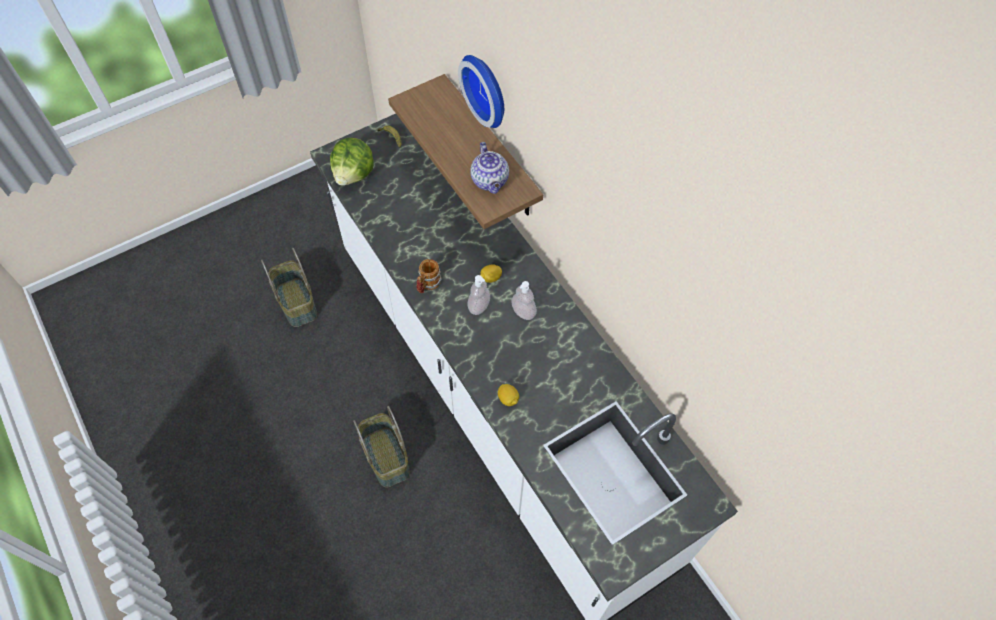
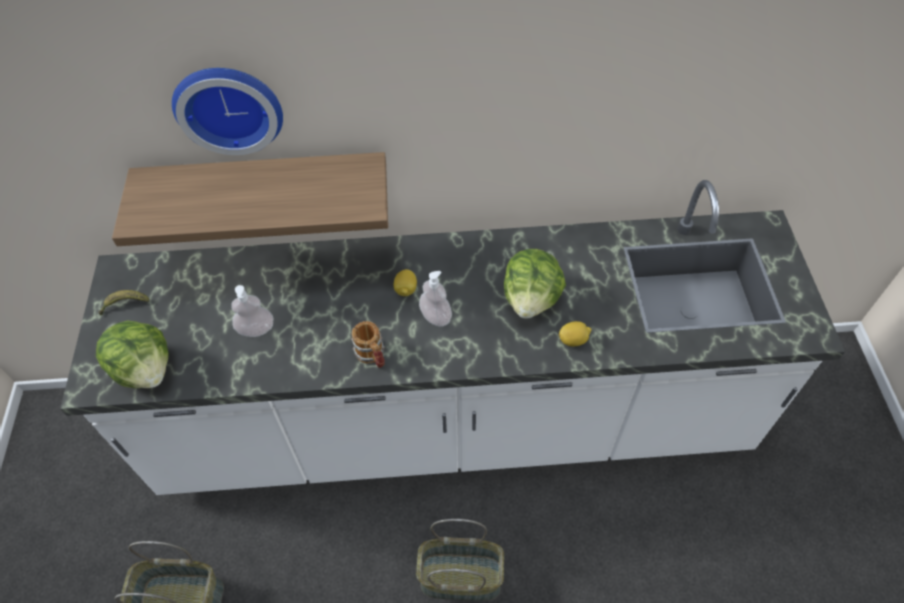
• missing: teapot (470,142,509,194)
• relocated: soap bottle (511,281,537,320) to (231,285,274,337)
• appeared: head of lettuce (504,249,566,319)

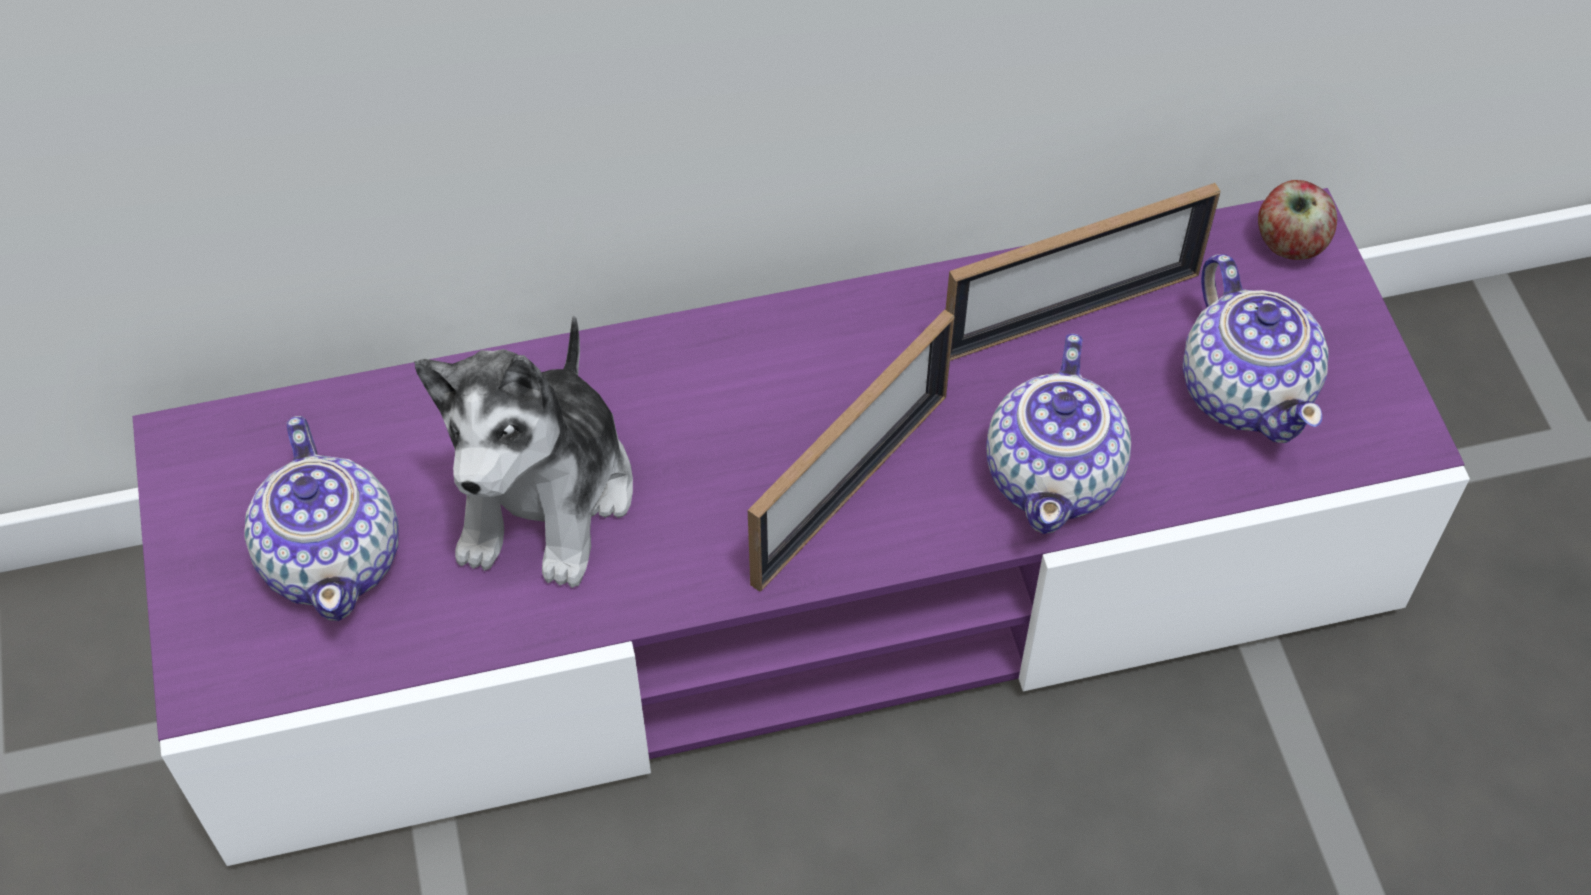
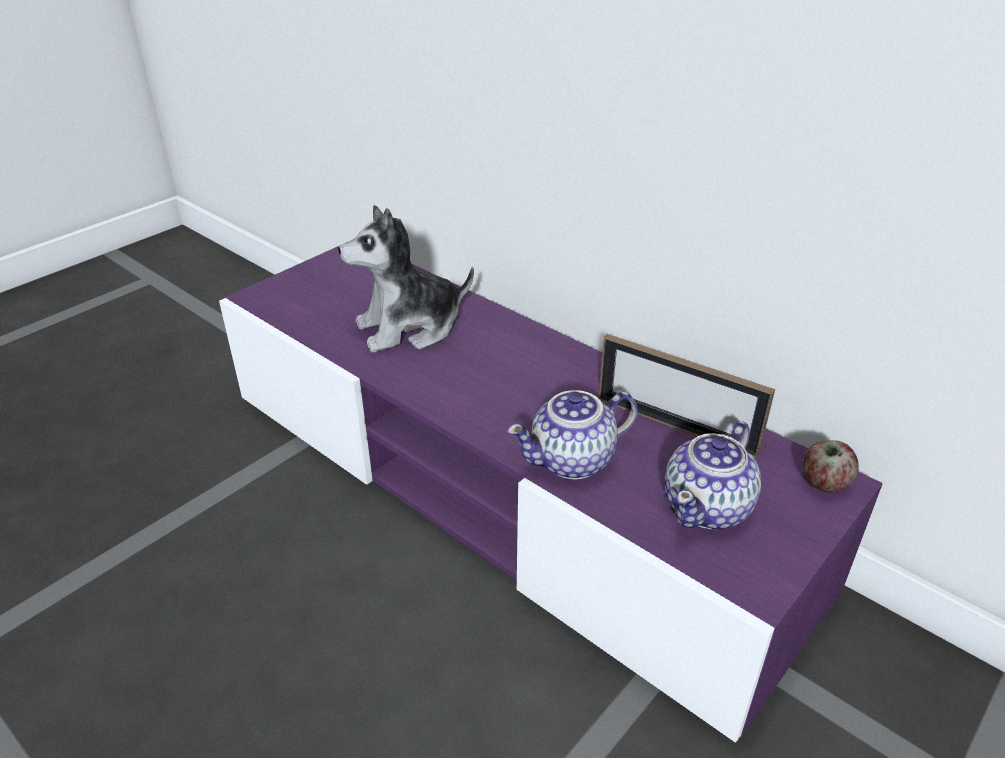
• missing: teapot (244,416,399,621)
• missing: standing frame (748,310,955,592)

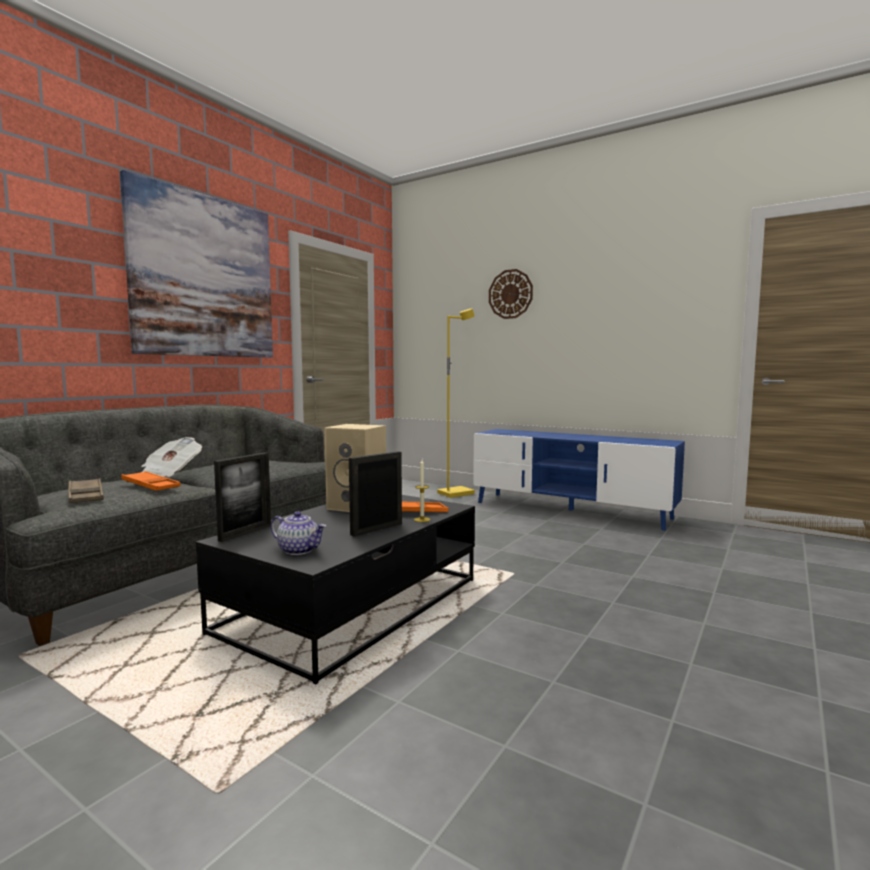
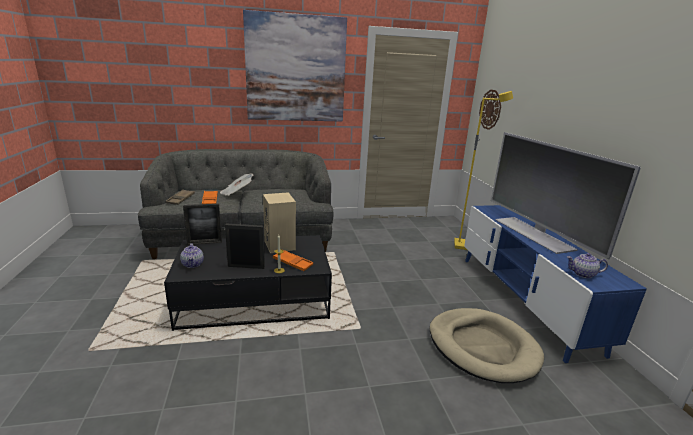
• relocated: hanging clock (489,269,533,319) to (479,90,501,130)
• appeared: dog bed/beige (429,308,544,383)
• appeared: TV (491,132,641,259)
• appeared: teapot (567,253,608,278)

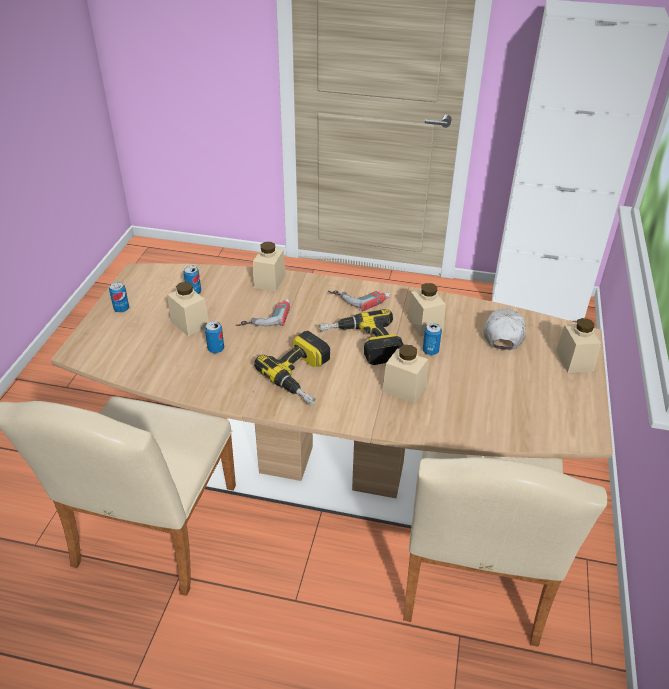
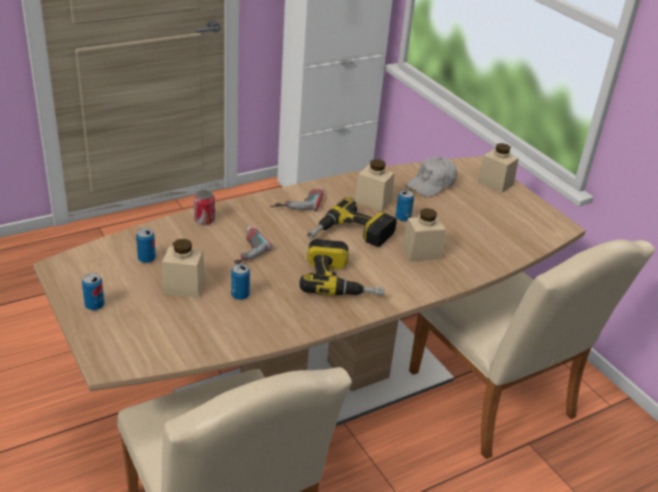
• exchanged: jar/beige (253,242,286,292) to can (194,190,215,225)
• spun: baseball cap/white-coloured (484,308,526,350) = (406,157,457,197) 105 degrees counterclockwise

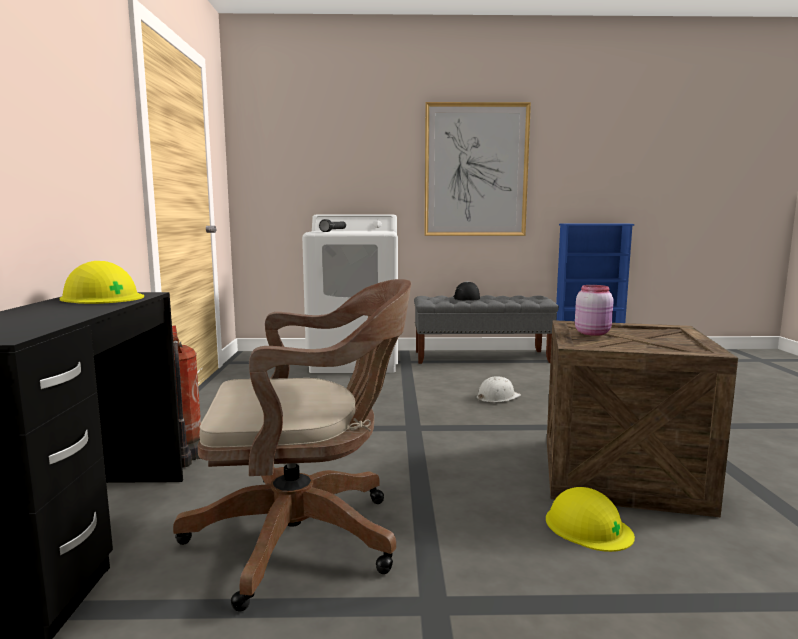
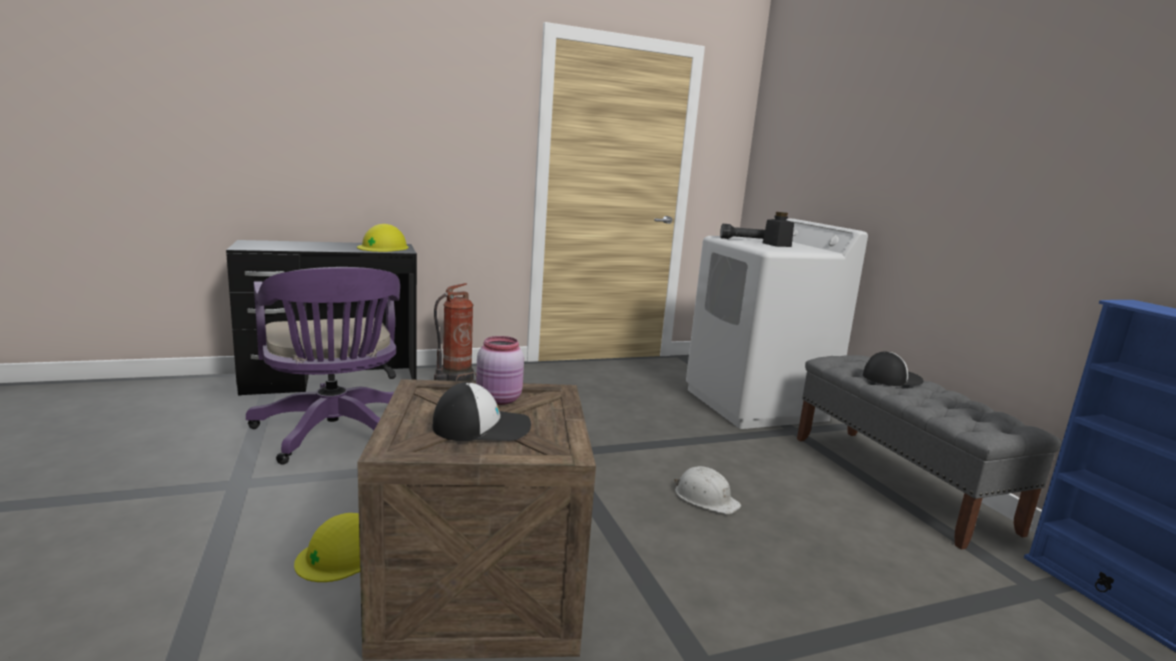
• colour: desk chair/brown-coloured (173,279,411,611) to desk chair/purple-coloured (246,267,400,464)
• missing: wall art (424,102,531,236)
• appeared: baseball cap (432,382,531,441)
• appeared: jar/black-coloured (763,212,794,247)

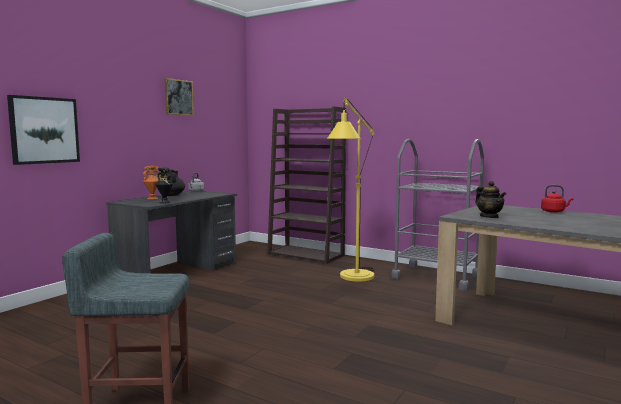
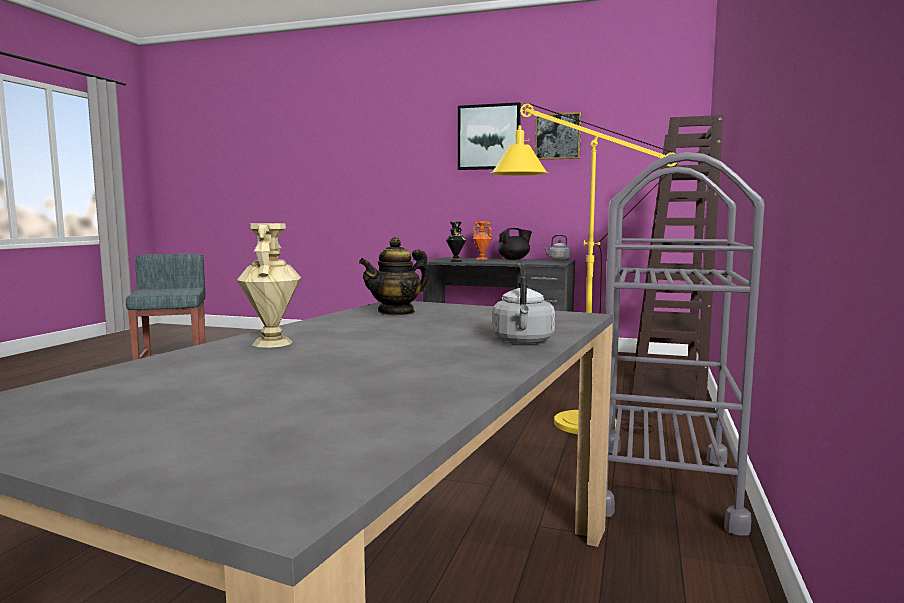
• relocated: wall art (7,95,80,165) to (458,102,521,170)
• colour: tea kettle/reddish (541,185,574,213) to tea kettle/gray (492,263,555,344)
• appeared: flower vase/beige (237,223,301,348)

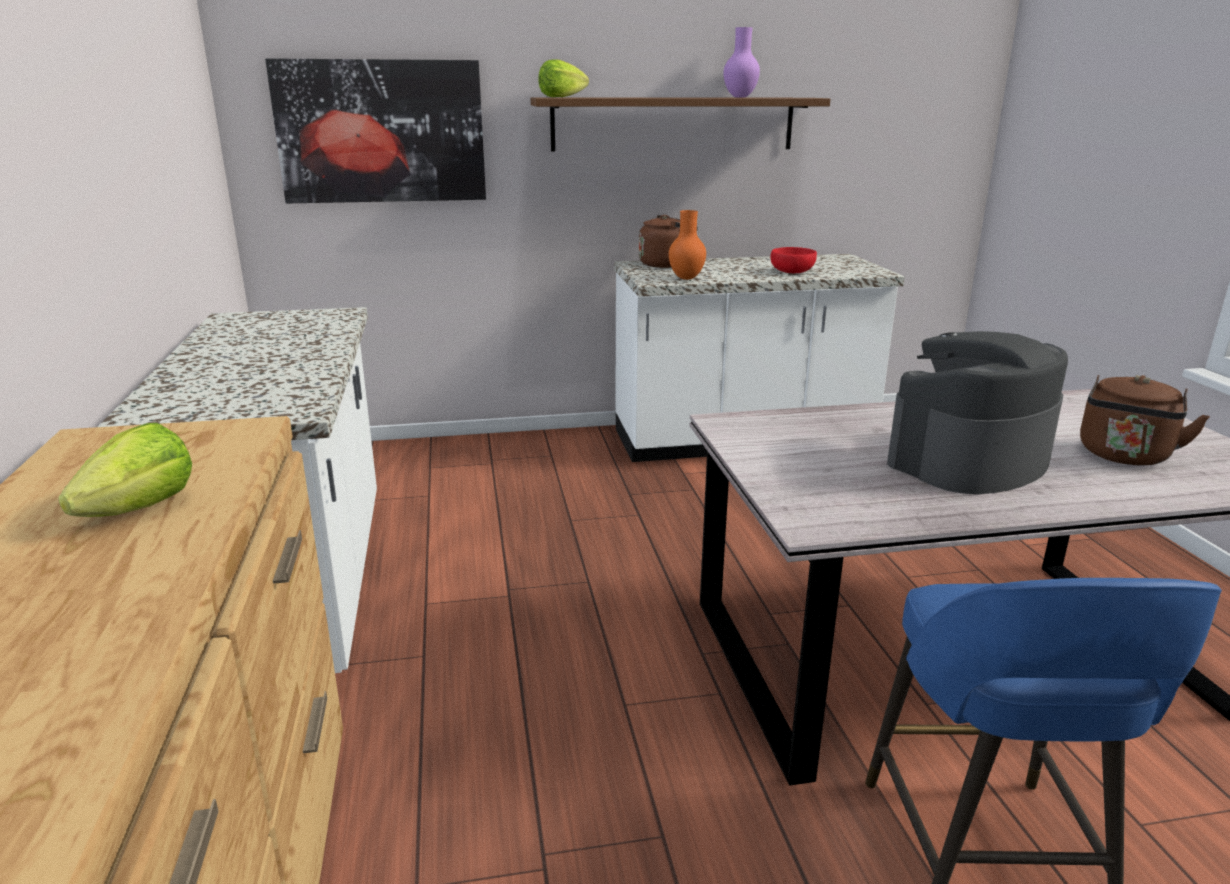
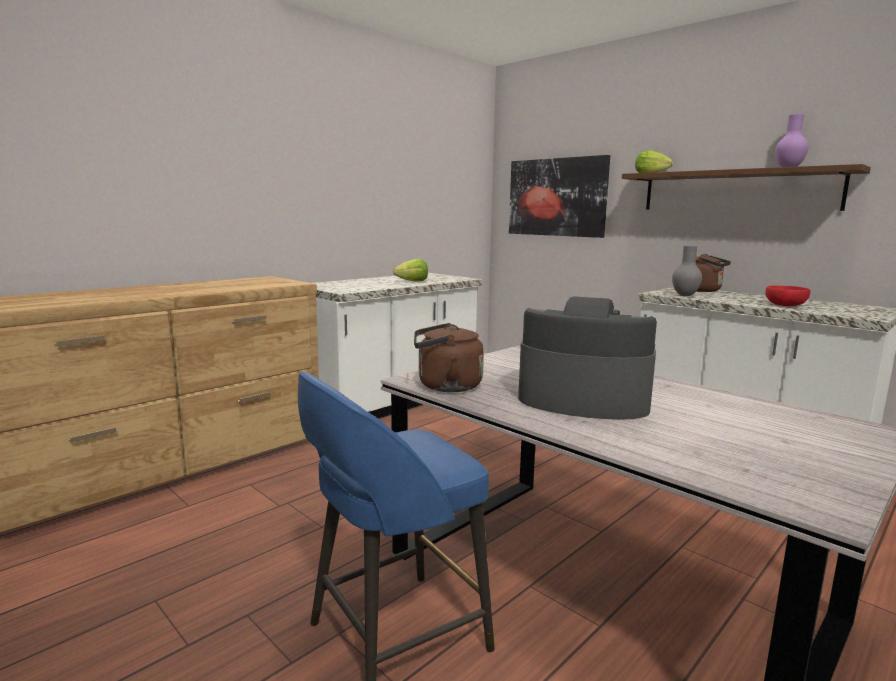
• relocated: head of lettuce (58,423,192,517) to (393,259,428,281)
• colour: flower vase/orange-coloured (669,210,706,280) to flower vase/gray (672,246,702,296)
• relocated: tea kettle/brown-coloured (1080,375,1210,466) to (414,323,484,392)

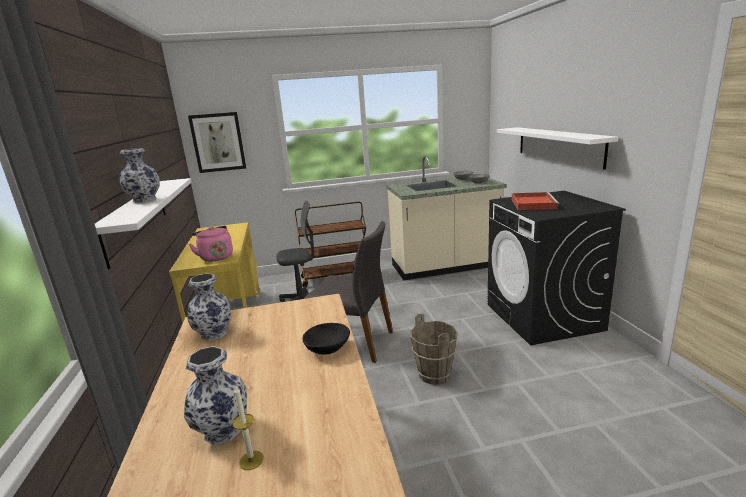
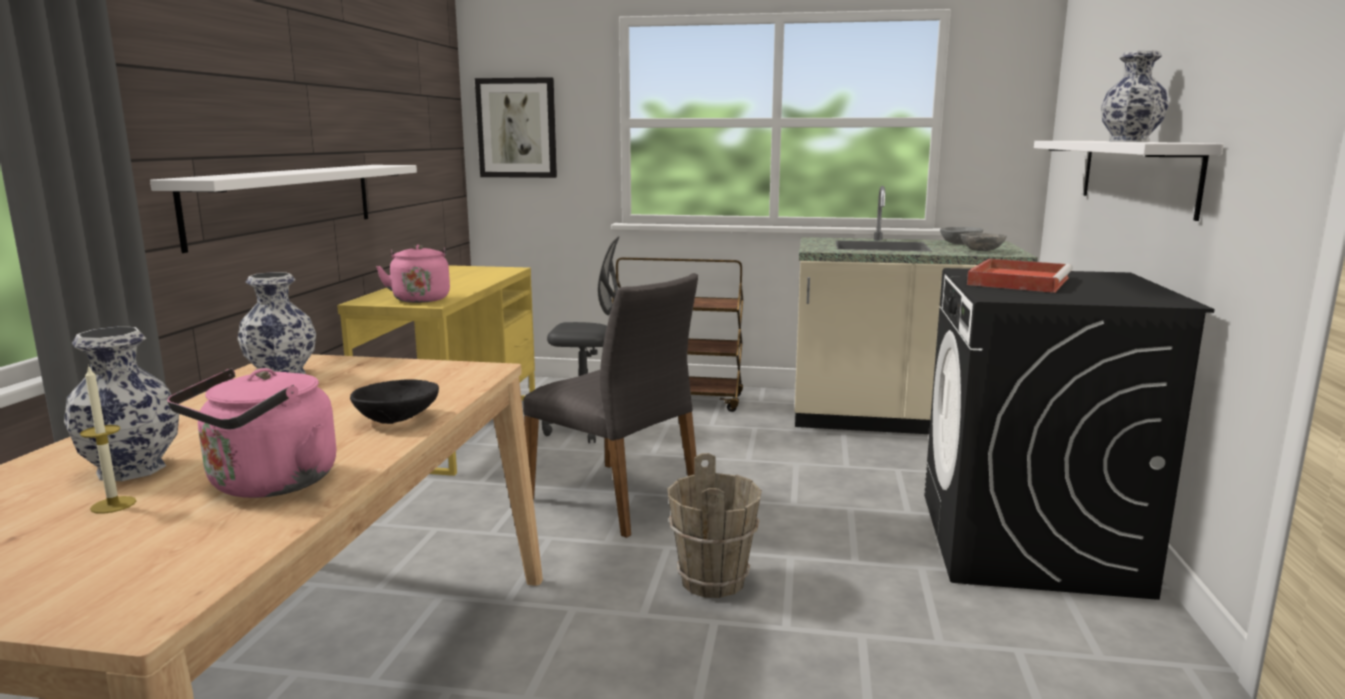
• relocated: flower vase (120,148,160,203) to (1101,50,1168,142)
• appeared: tea kettle/pink (167,368,336,498)

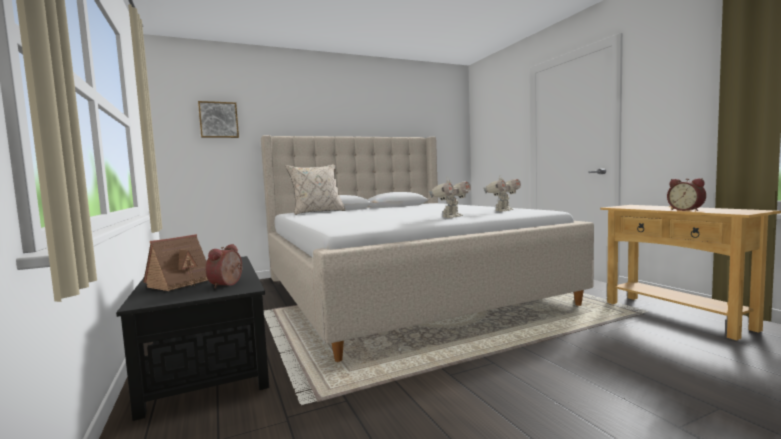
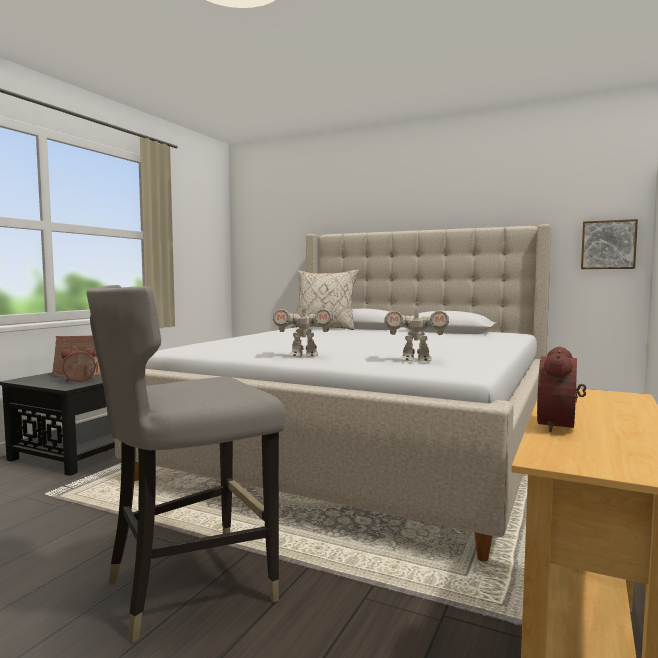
• relocated: wall art (198,101,239,138) to (581,219,638,269)
• appeared: stool/gray (86,285,285,643)

